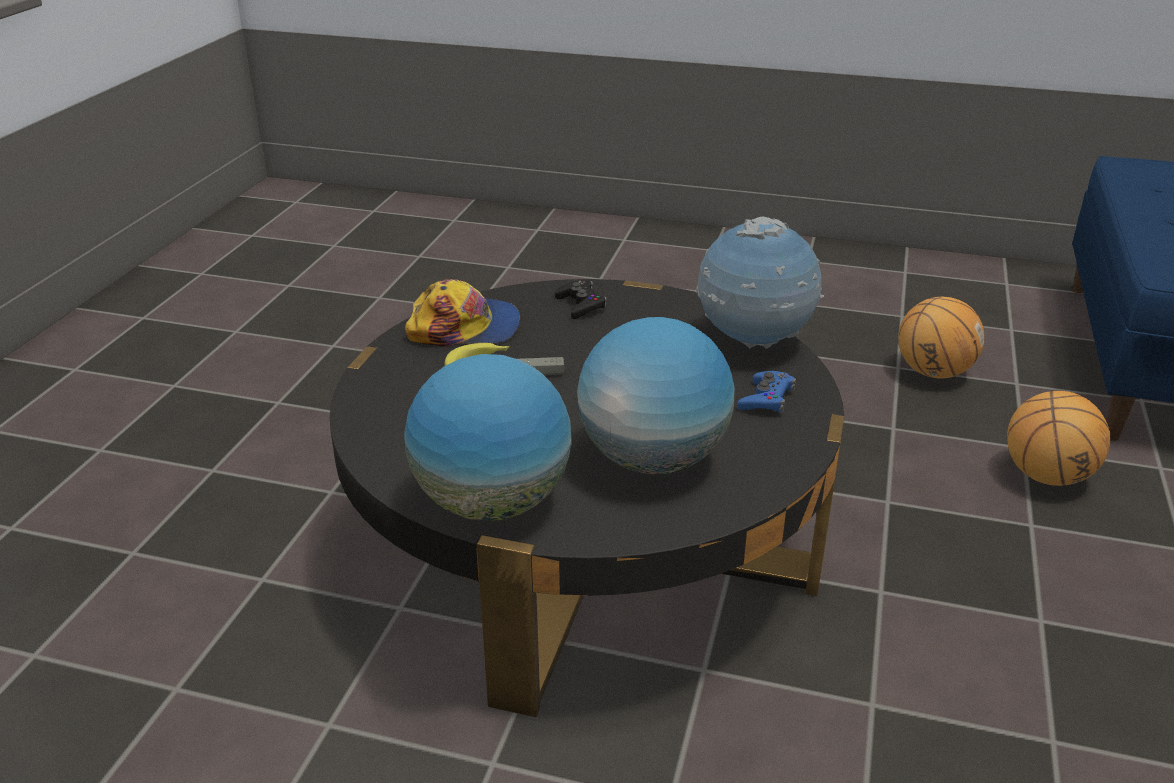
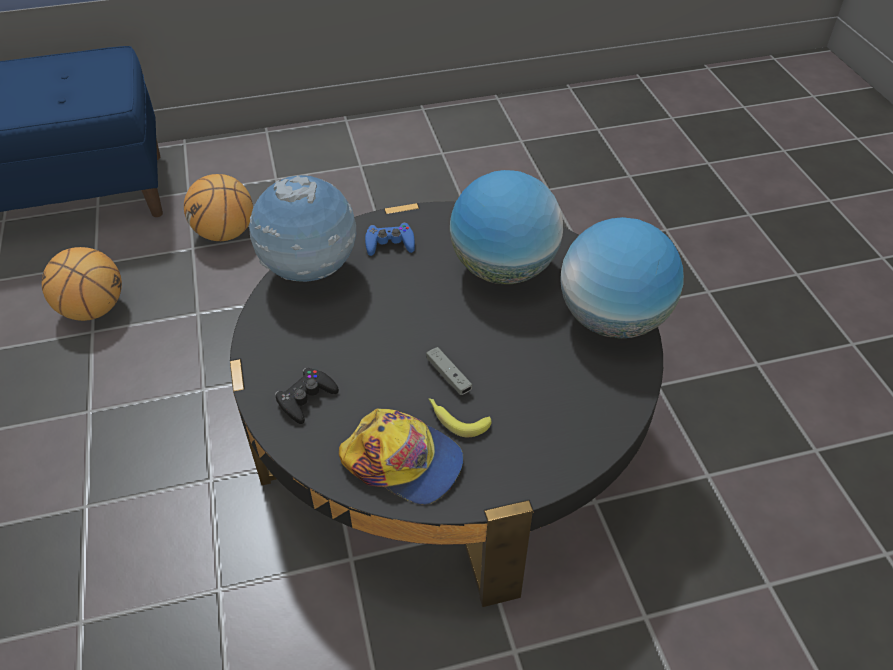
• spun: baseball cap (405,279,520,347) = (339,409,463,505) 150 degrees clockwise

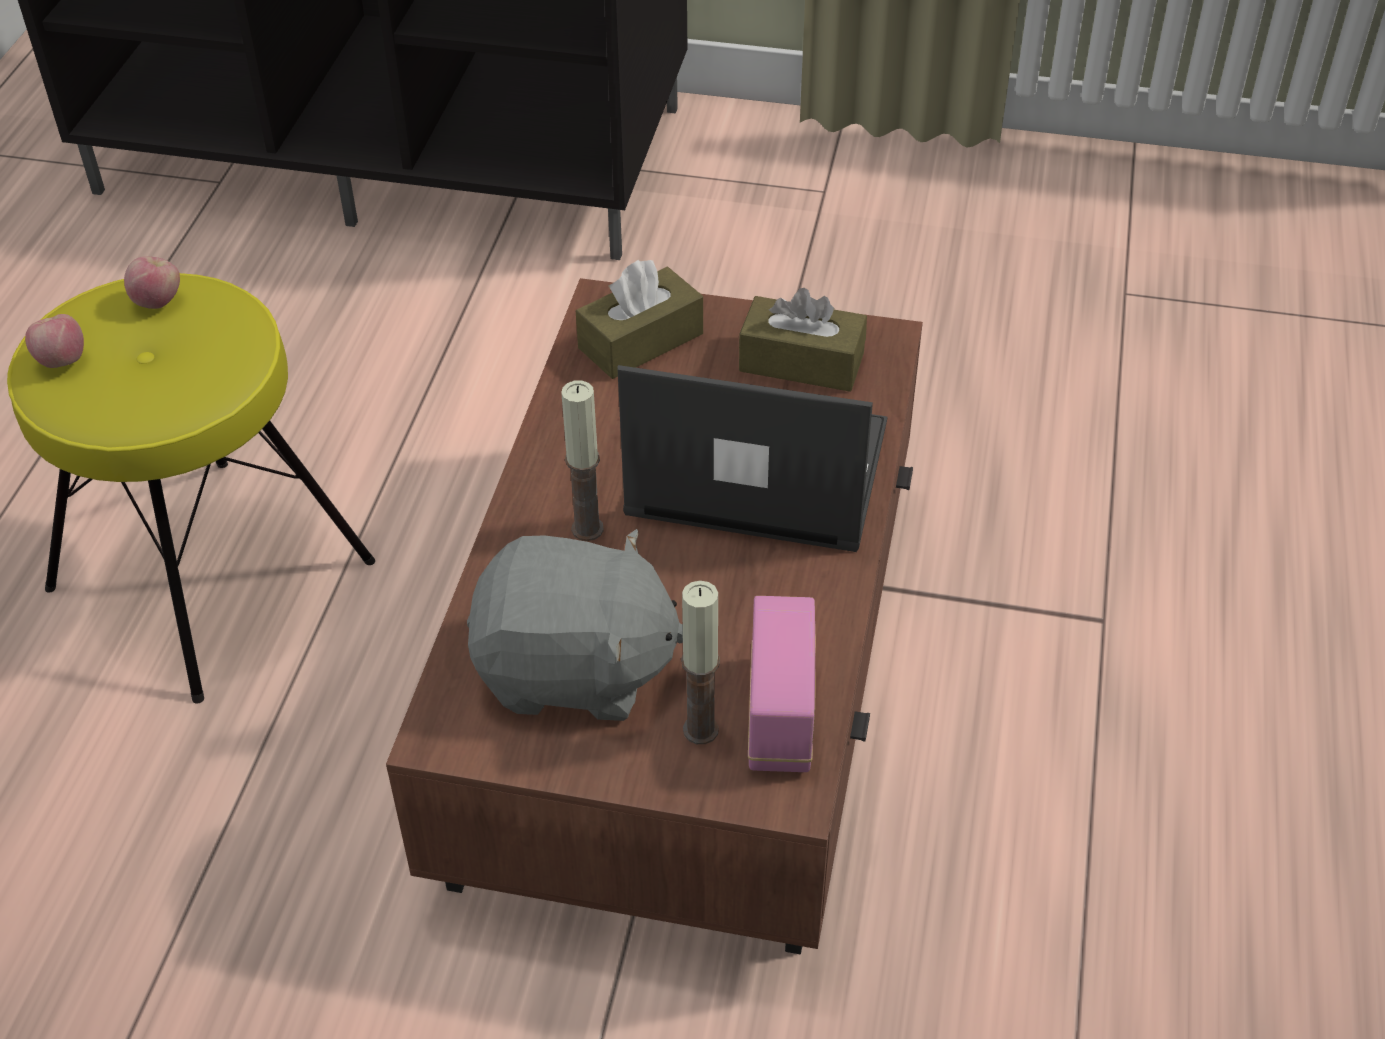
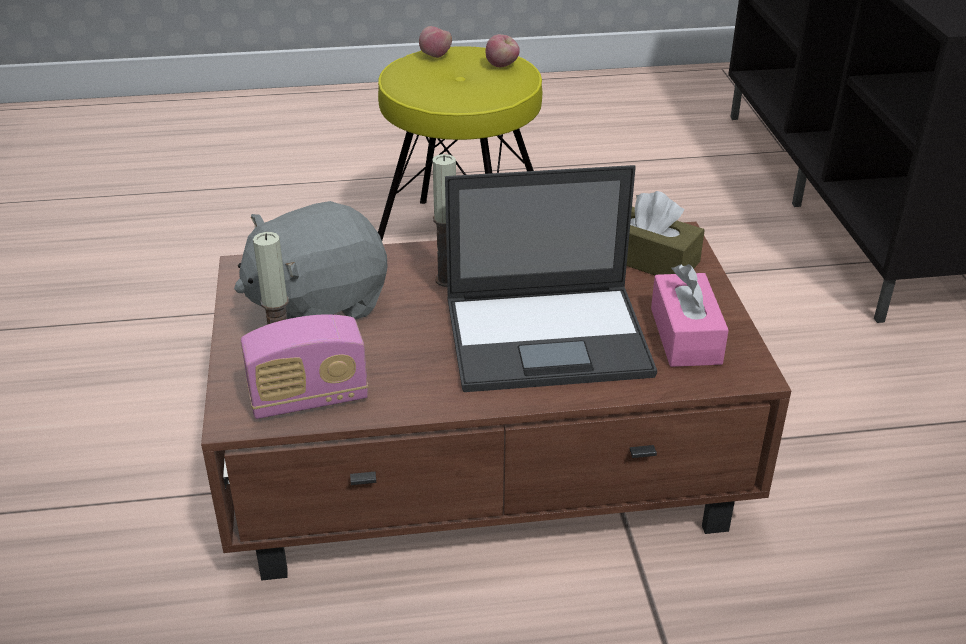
• spun: cuddly toy/gray (467,529,683,721) = (234,201,388,319) 75 degrees clockwise
• spun: notebook computer (617,365,888,552) = (445,165,657,392) 90 degrees clockwise
• colour: tissue box/brown-coloured (739,288,867,392) to tissue box/pink (651,264,729,367)

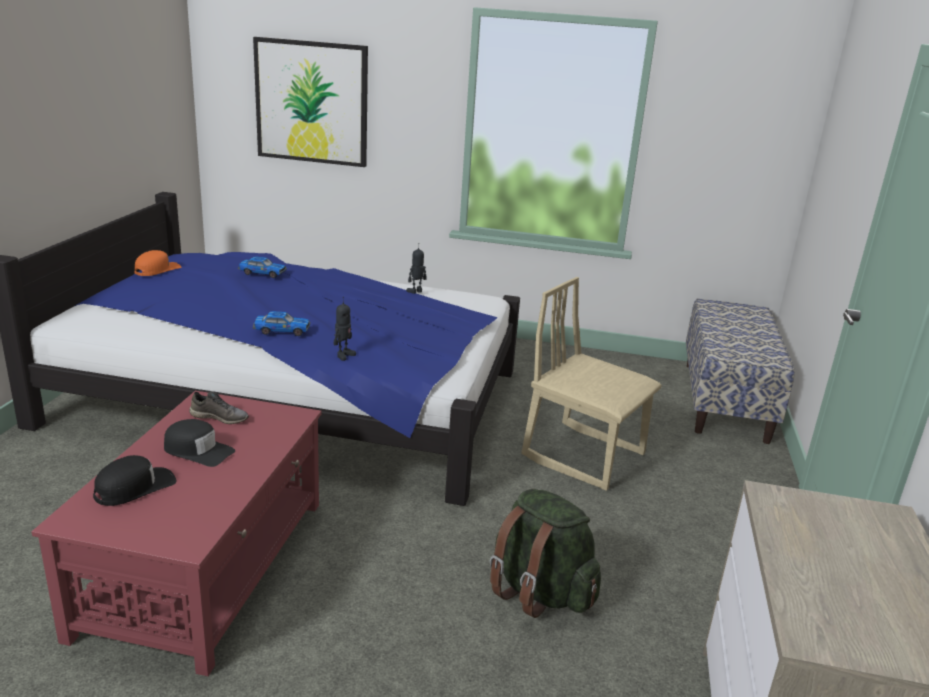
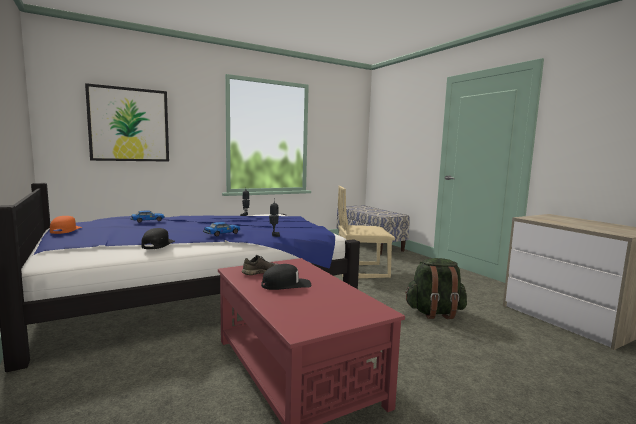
• relocated: baseball cap/black-coloured (93,455,176,506) to (141,228,175,249)

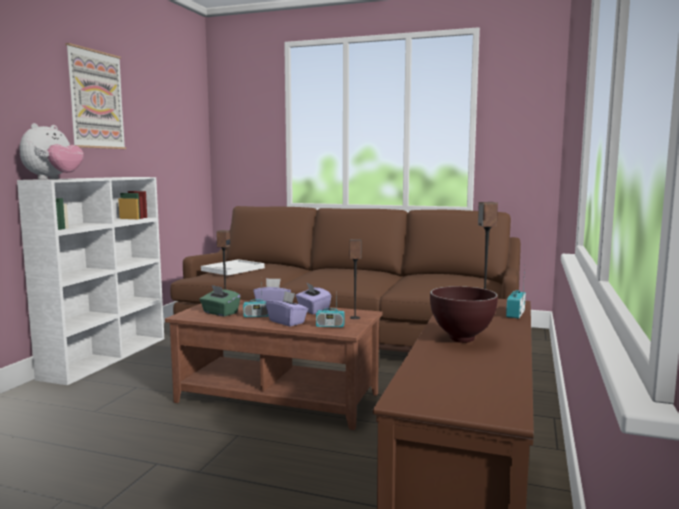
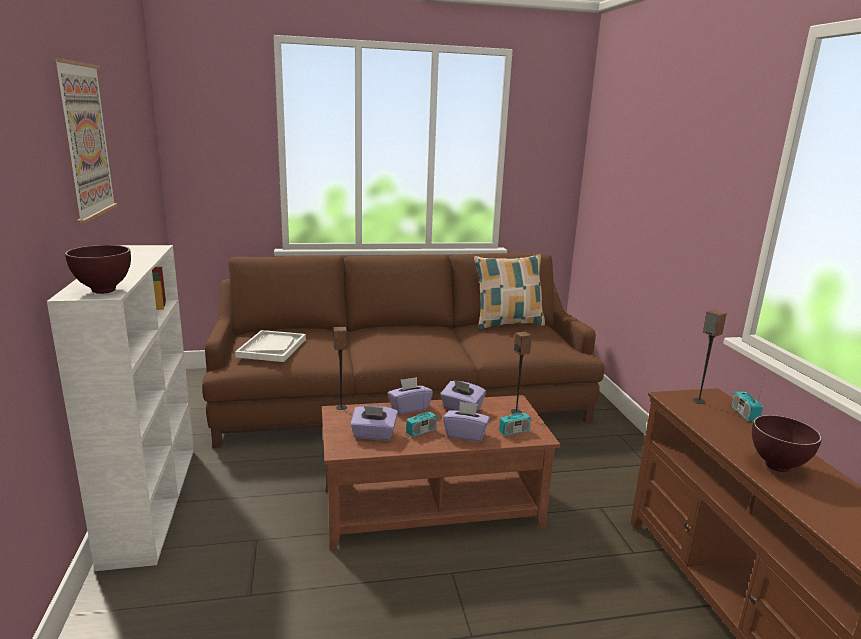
• exchanged: cuddly toy (20,123,84,180) to bowl/brown-coloured (65,245,131,294)
• colour: tissue box/green (200,285,241,316) to tissue box/purple-coloured (350,405,398,441)
• appeared: pillow (474,254,545,330)

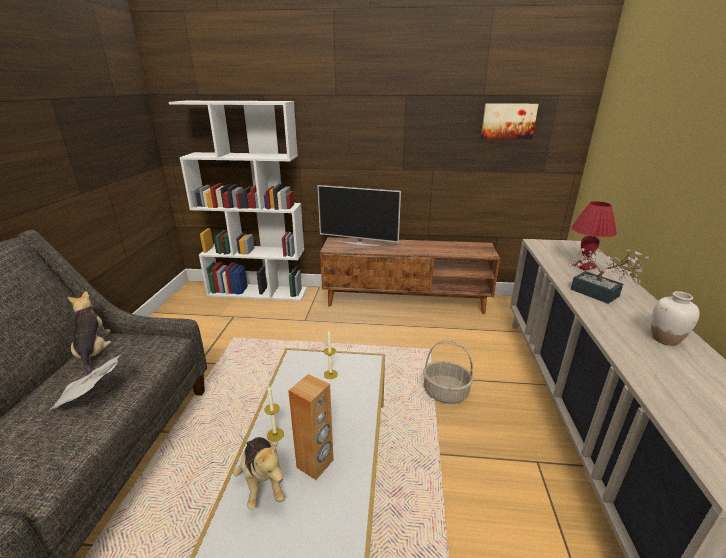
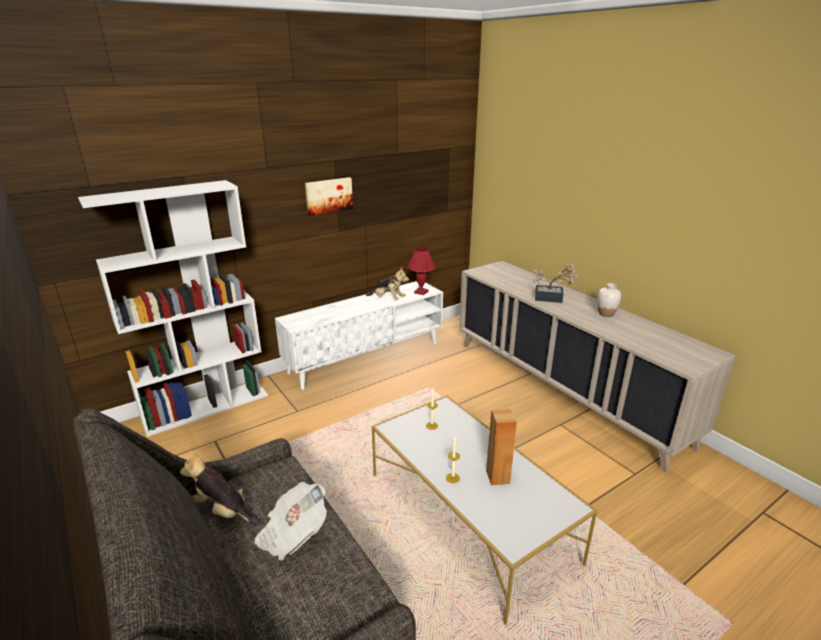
• relocated: cuddly toy (233,437,285,510) to (366,267,409,300)
• missing: TV (317,185,401,246)
• colour: media console/brown-coloured (320,237,500,314) to media console/white-coloured (275,281,443,390)
• missing: basket (423,340,473,404)
• relocated: wall art (481,103,539,139) to (305,177,353,216)
• relocated: lamp for a table/reddish (571,201,617,271) to (408,248,435,295)

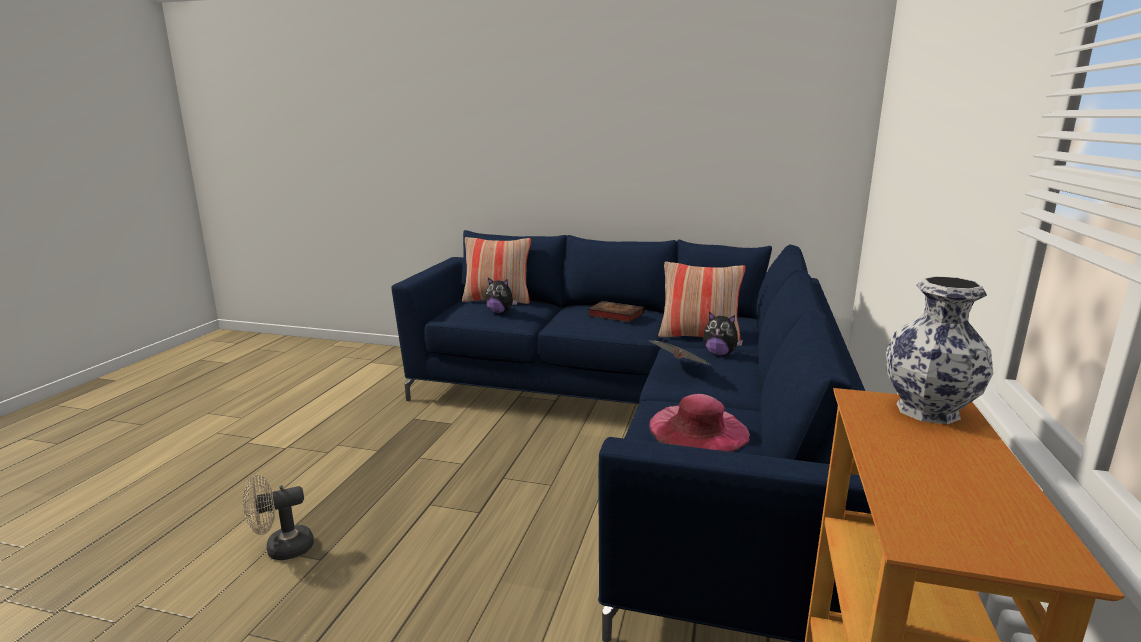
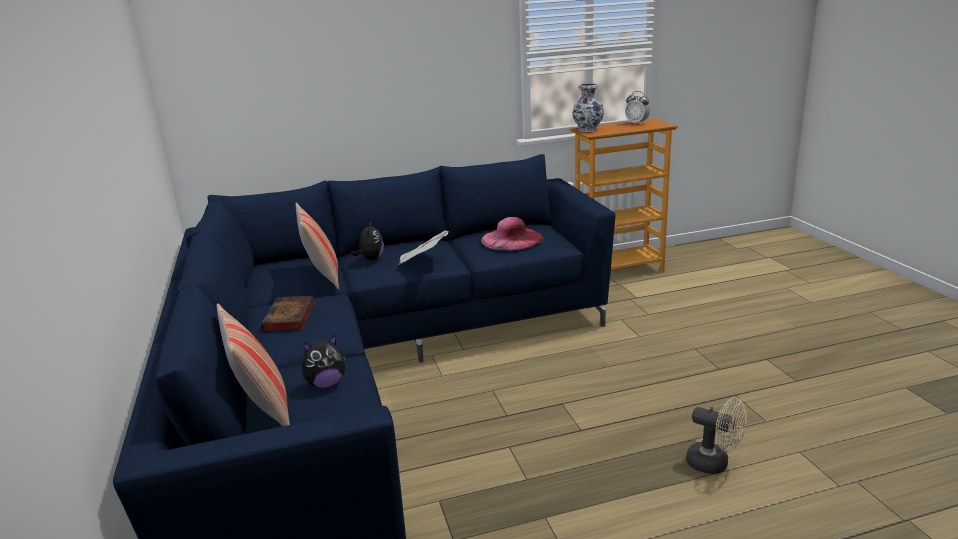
• spun: cuddly toy (485,277,518,314) = (302,335,345,388) 75 degrees clockwise
• appeared: bedside clock (625,91,650,125)

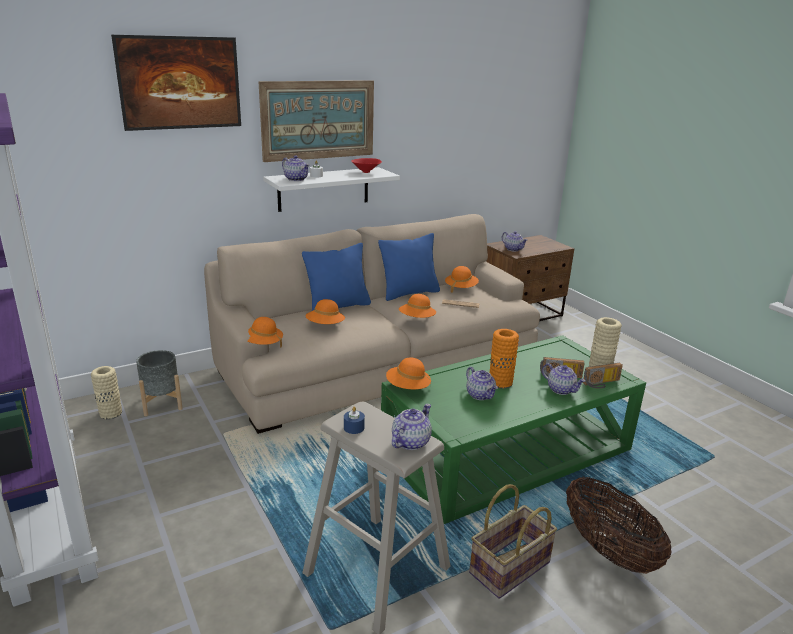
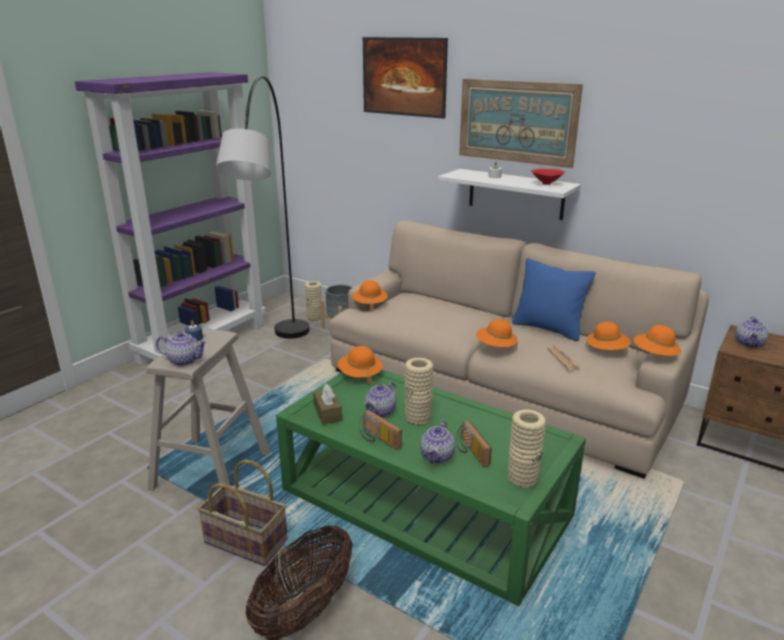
• missing: teapot (282,155,310,181)
• missing: pillow/blue-coloured (302,243,371,311)
• relocated: hat/orange-coloured (305,299,345,324) to (634,325,681,357)
• colour: flower vase/orange-coloured (489,329,519,388) to flower vase/beige (404,358,433,425)
• relocated: radio (583,363,623,388) to (359,410,402,450)
• appeared: standing lamp/gray (216,75,310,339)
• appeared: tissue box/brown-coloured (313,384,342,424)

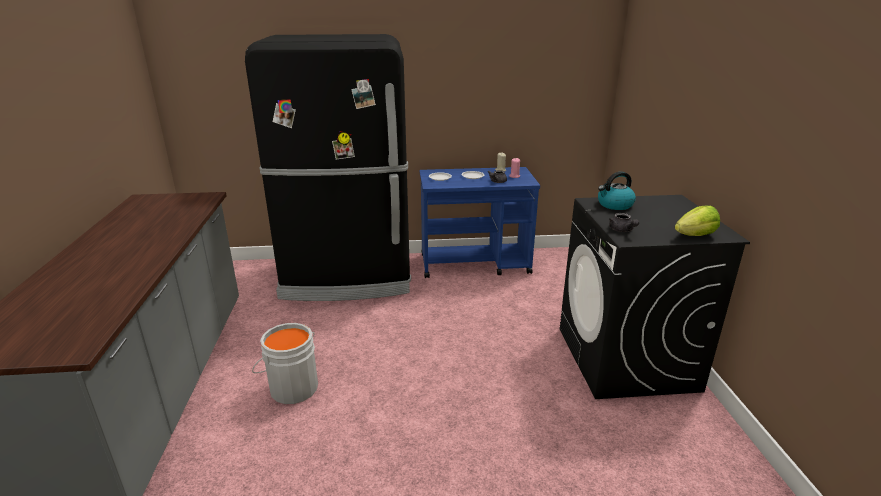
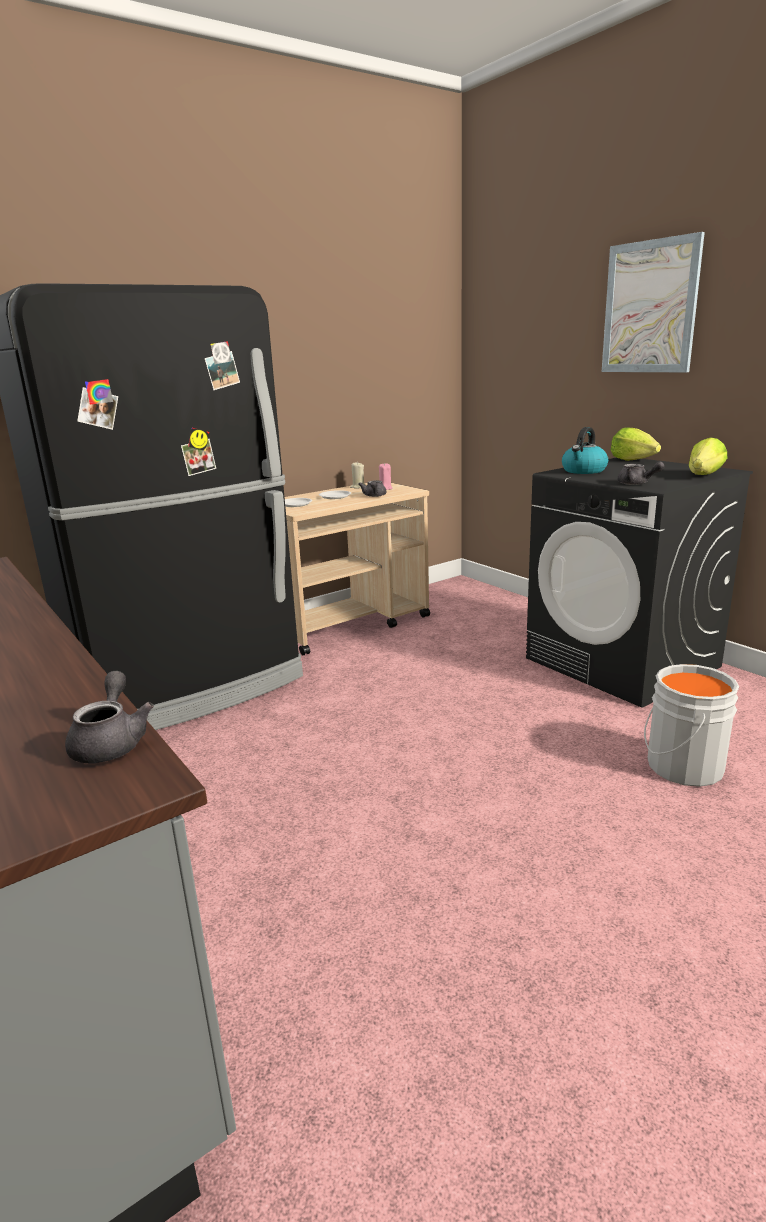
• relocated: pail/gray (252,323,318,404) to (644,664,739,787)
• colour: trolley/blue-coloured (420,167,540,278) to trolley/beige (285,483,430,655)
• appeared: teapot/gray (65,671,154,763)
• appeared: wall art (602,232,705,372)
• appeared: head of lettuce (611,428,661,461)

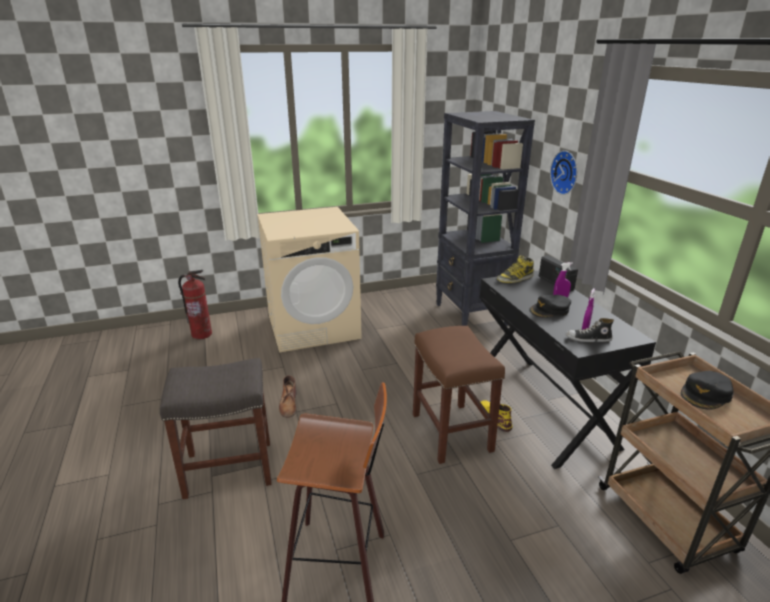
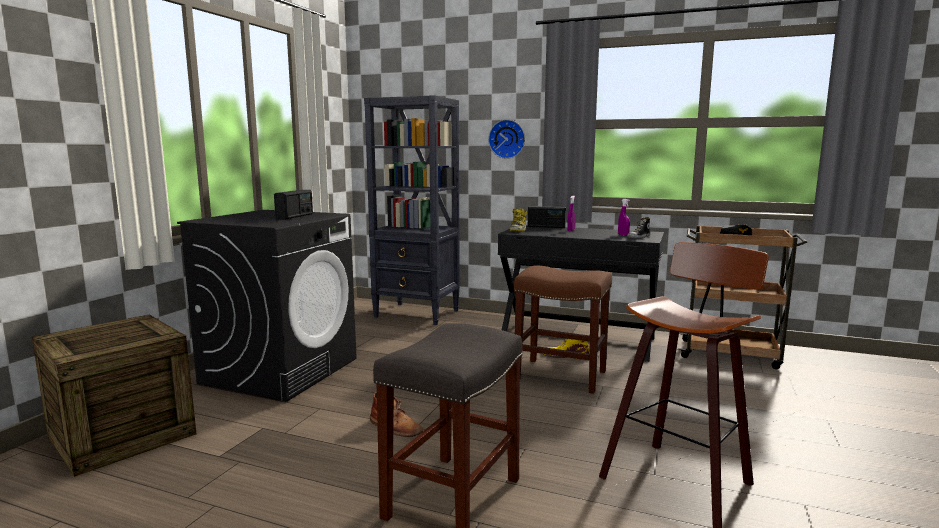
• exchanged: fire extinguisher (178,270,212,340) to crate (32,315,196,477)
• colour: washing machine/beige (257,207,362,353) to washing machine/black-coloured (177,210,357,402)
• missing: baseball cap/black-coloured (529,295,571,318)
• appeared: radio (274,190,313,220)

